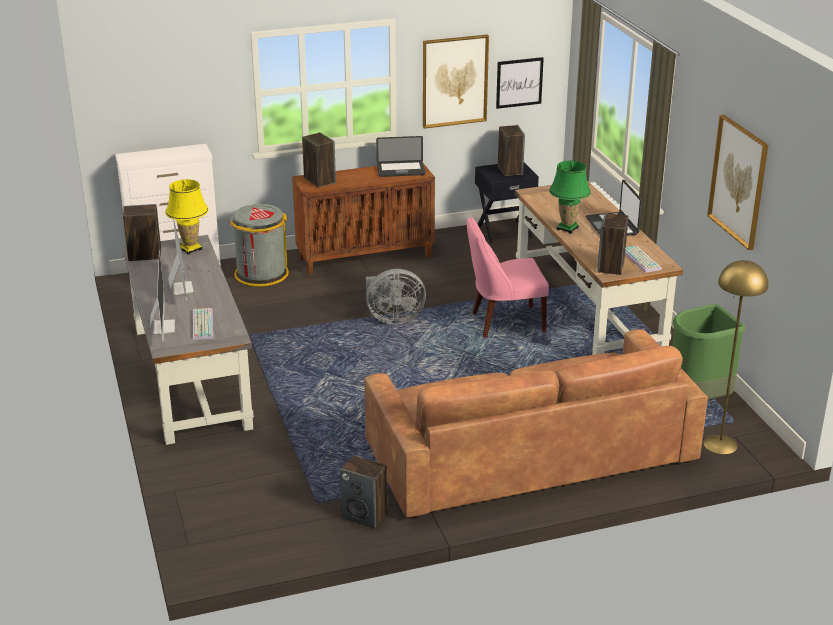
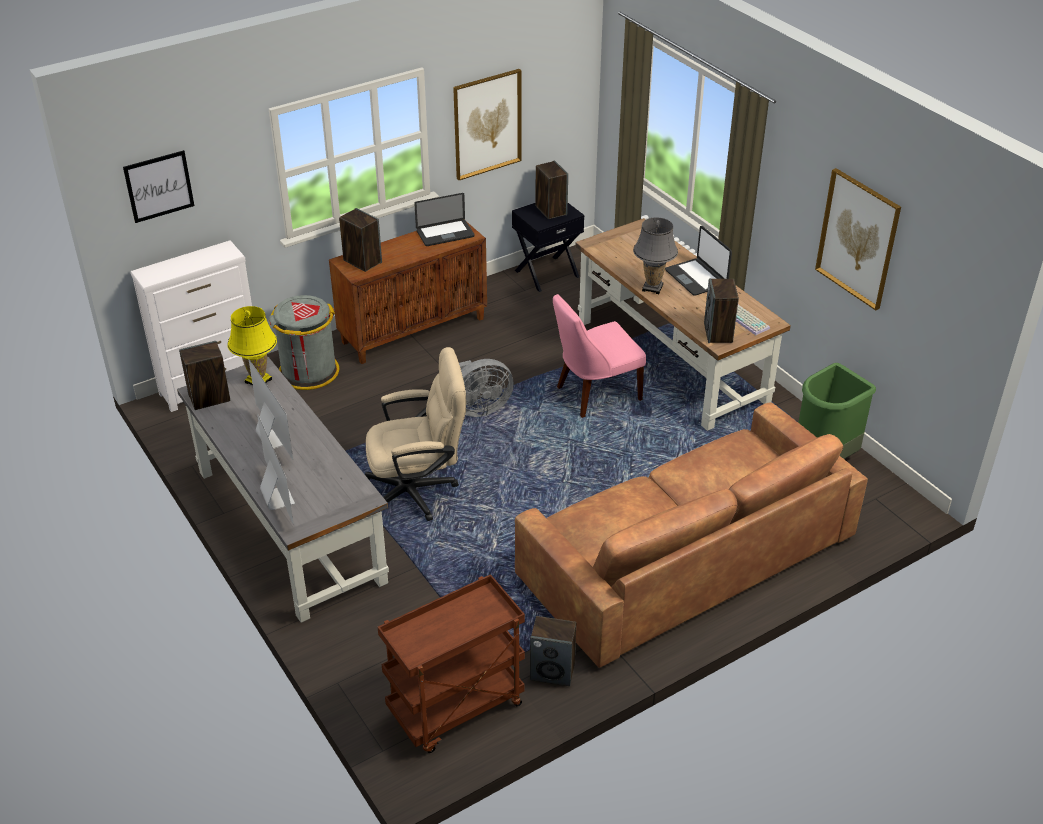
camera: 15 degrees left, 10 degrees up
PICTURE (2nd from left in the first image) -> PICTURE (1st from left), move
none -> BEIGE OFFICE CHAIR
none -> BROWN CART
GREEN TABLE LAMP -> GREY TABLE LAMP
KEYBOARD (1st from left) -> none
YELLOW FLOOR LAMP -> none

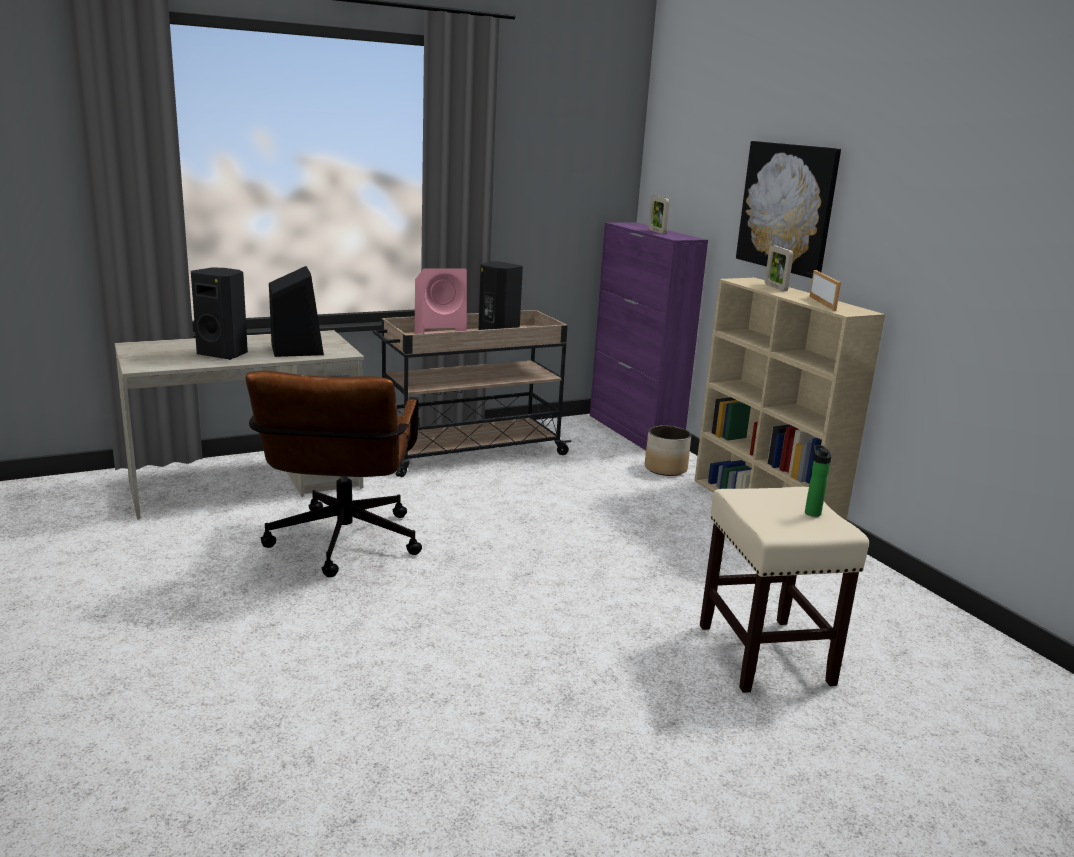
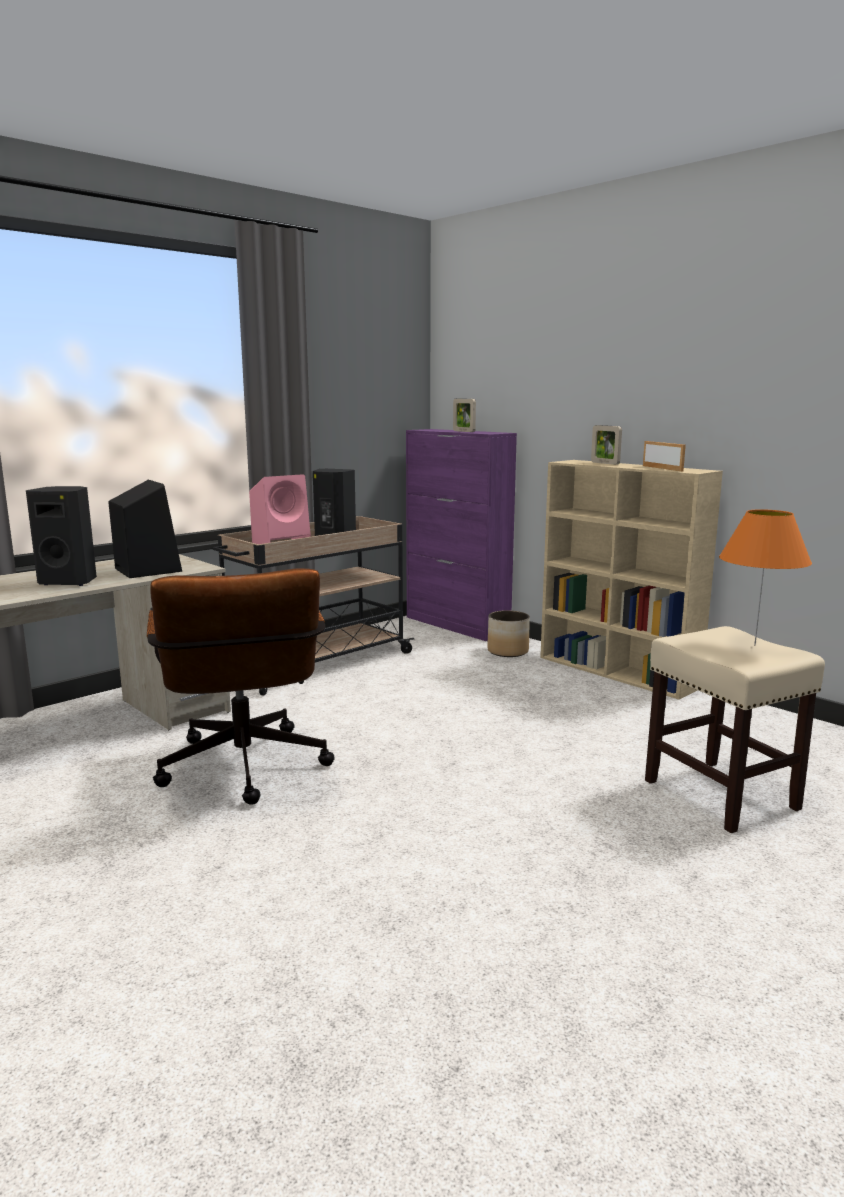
camera: 15 degrees left, 5 degrees down
BOTTLE -> ORANGE TABLE LAMP
PICTURE -> none

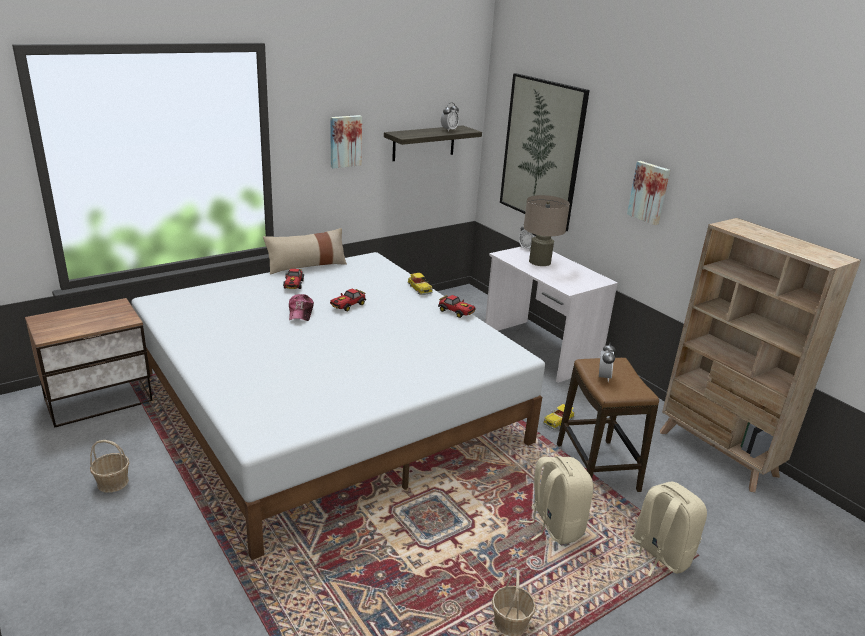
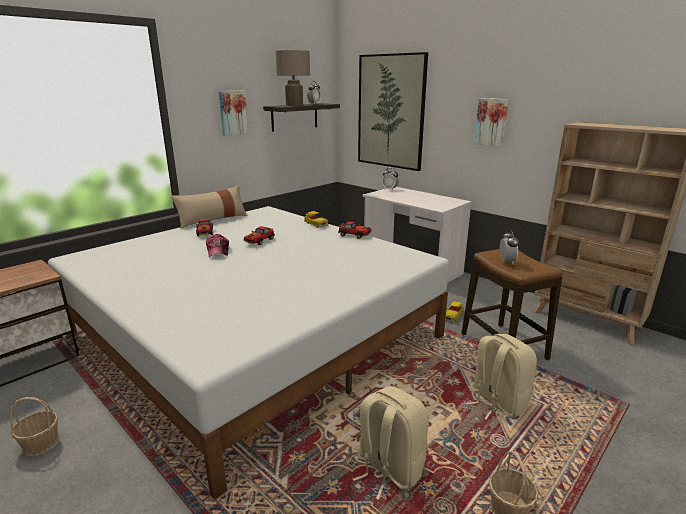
camera: 10 degrees left, 5 degrees down
BEIGE TABLE LAMP, move
BEIGE BACKPACK (2nd from left in the first image) -> BEIGE BACKPACK (1st from left), move

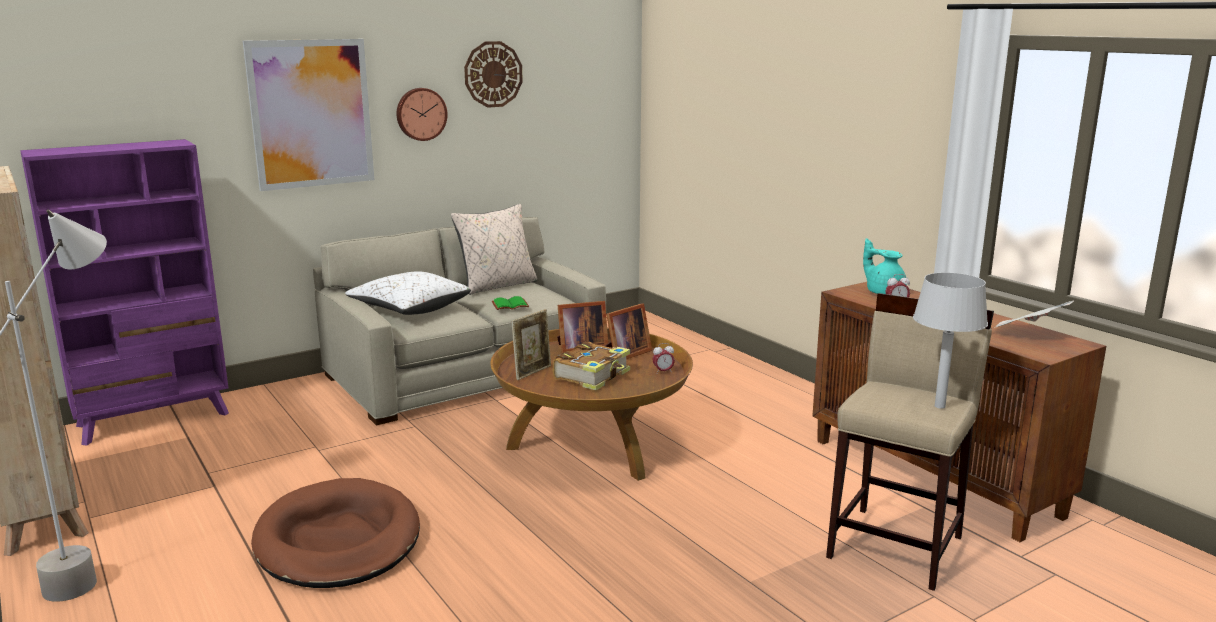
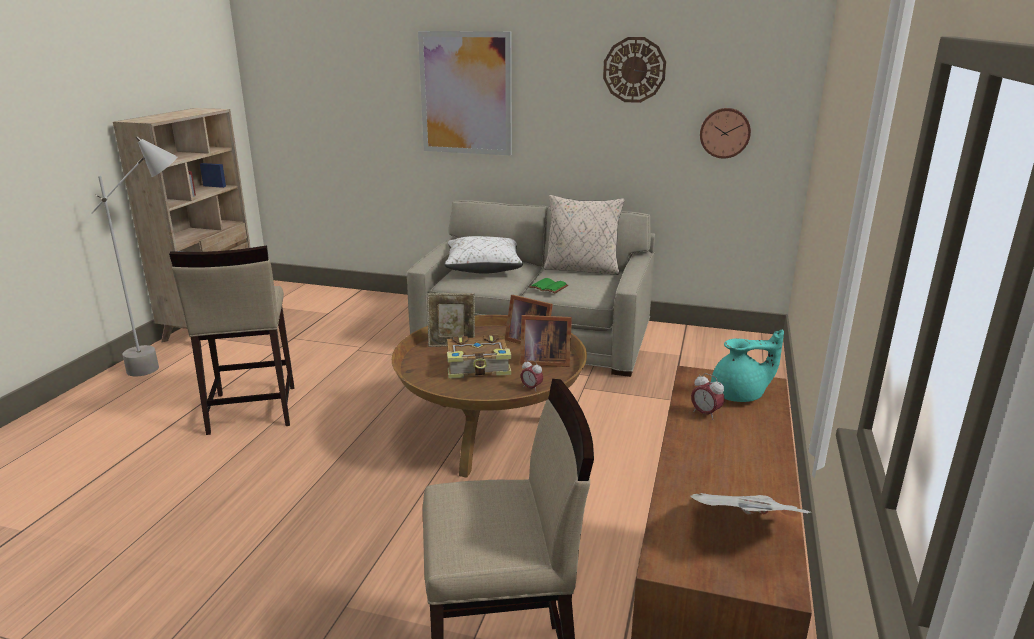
camera: 50 degrees right, 5 degrees up
BROWN DOG BED -> BEIGE STOOL (1st from left)
WALL CLOCK (1st from left in the first image) -> WALL CLOCK (2nd from left), move
TURQUOISE TEAPOT, 75 degrees clockwise
PURPLE BOOKCASE -> none
GREY TABLE LAMP -> none

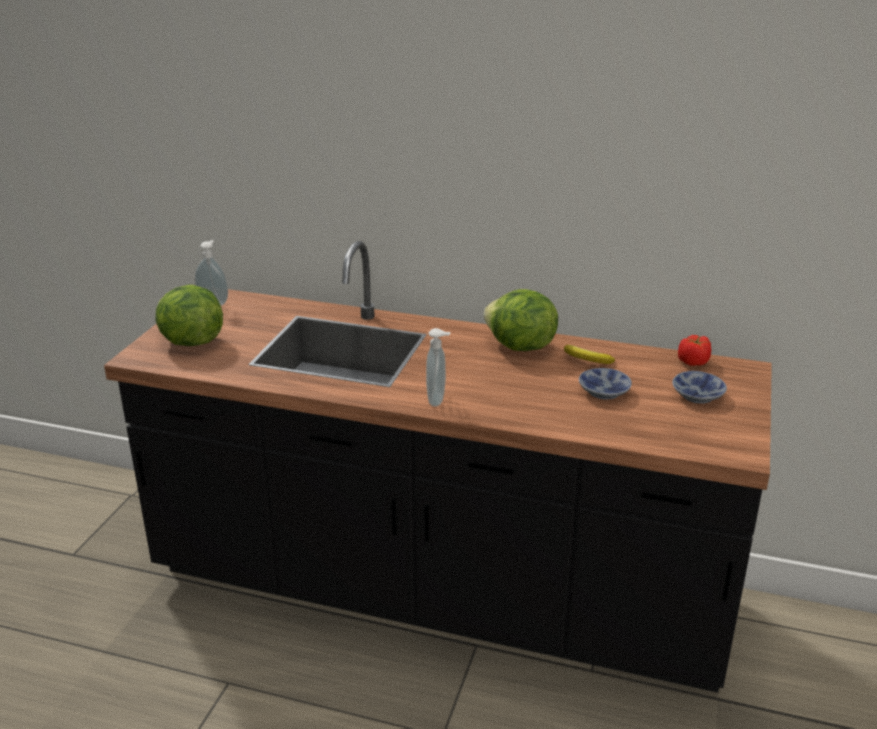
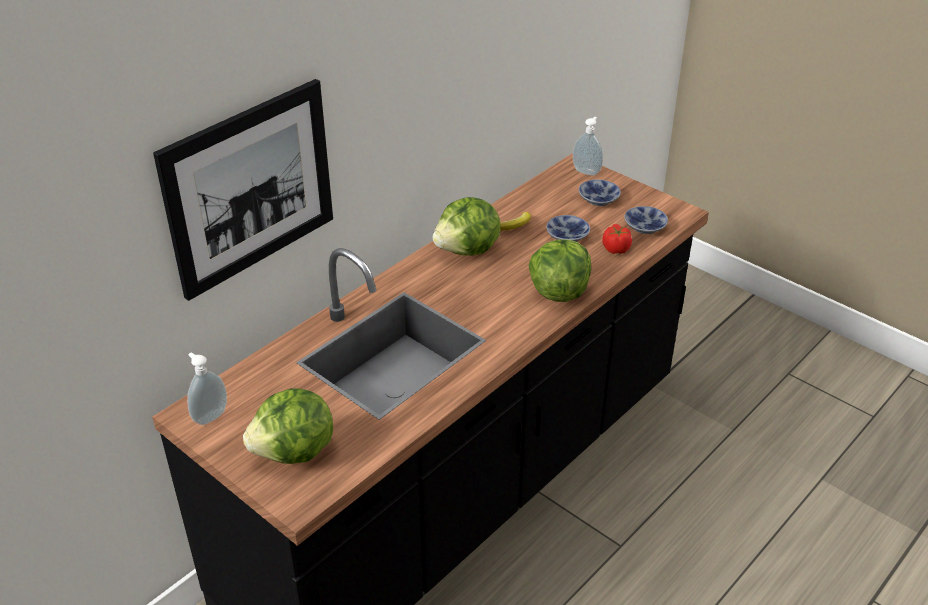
camera: 65 degrees left, 10 degrees up
none -> PICTURE
none -> LETTUCE (3rd from left)
SOAP DISPENSER (2nd from left), move
TOMATO, move
none -> BOWL (3rd from left)

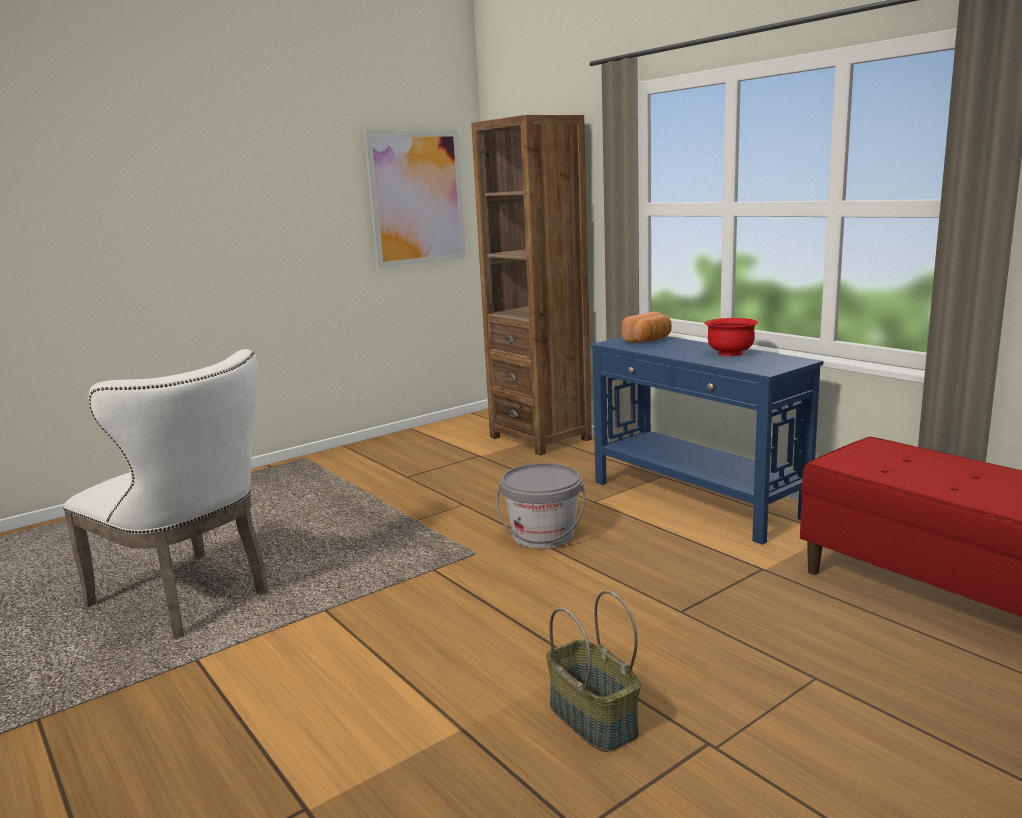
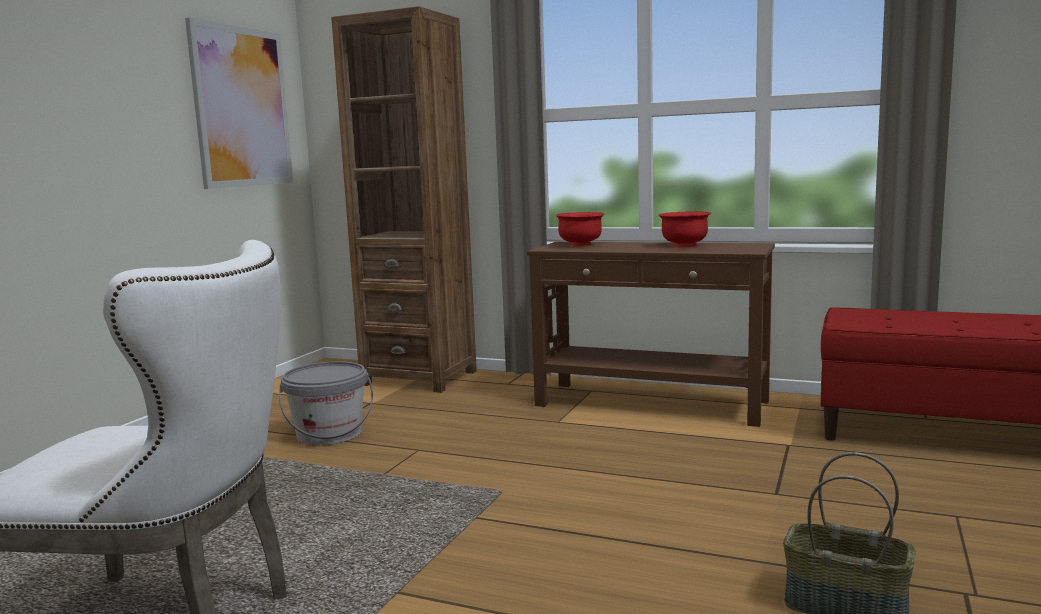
camera: 30 degrees left, 5 degrees down
GREY BUCKET, move
BLUE CONSOLE TABLE -> BROWN CONSOLE TABLE
BREAD -> RED BOWL (1st from left)

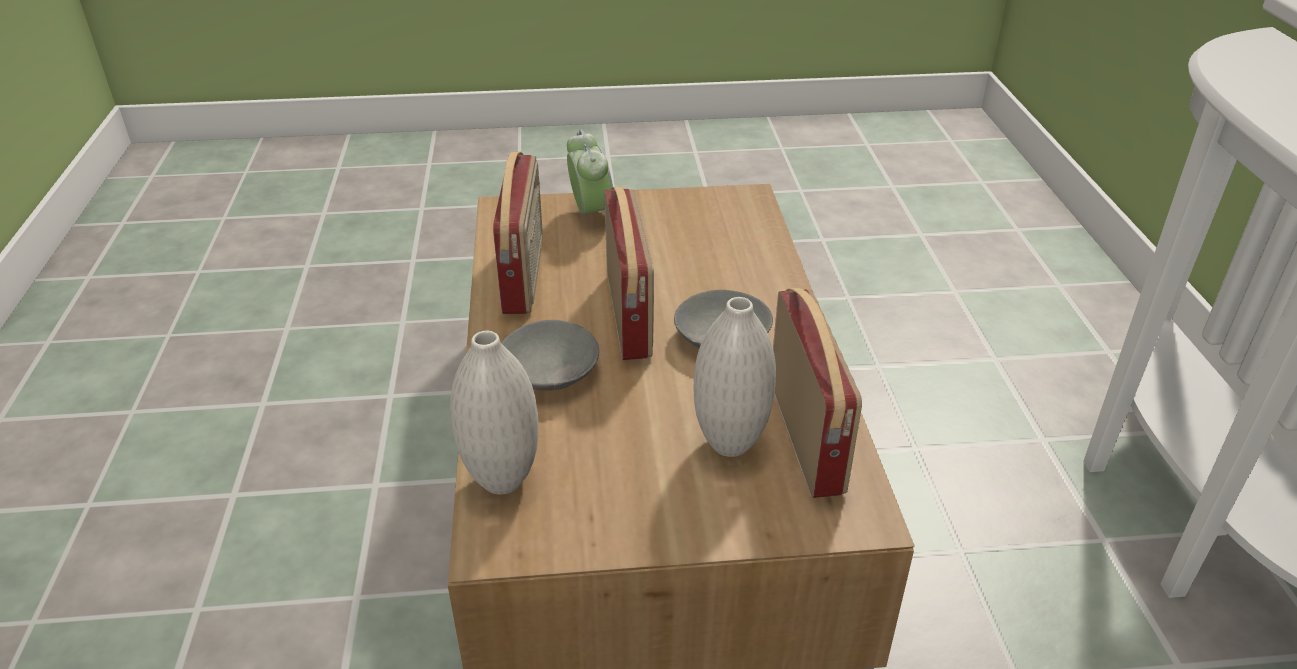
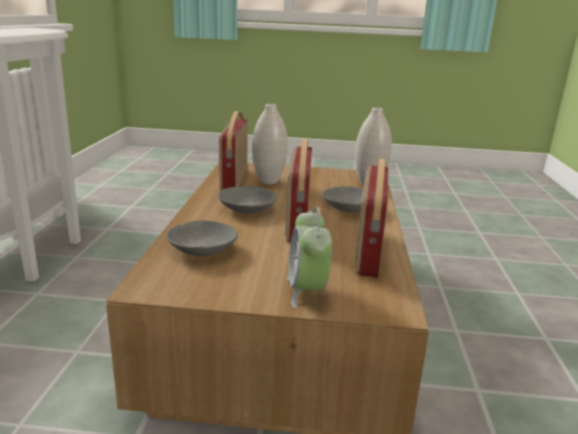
camera: 170 degrees left, 15 degrees down
none -> GREY BOWL (1st from left)

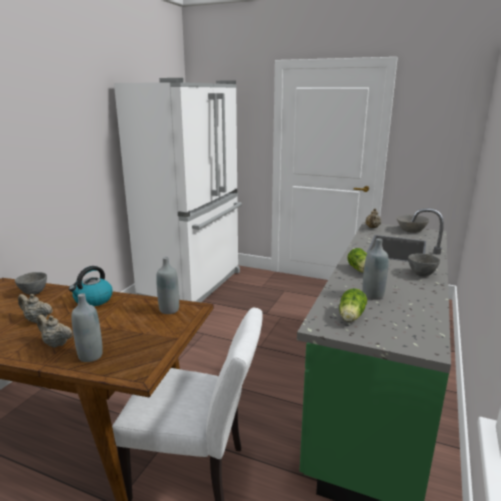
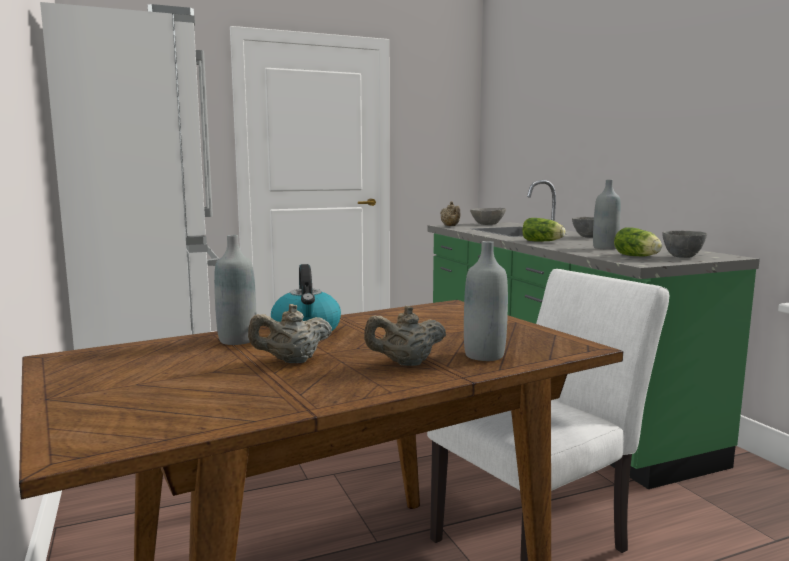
camera: 45 degrees left, 10 degrees down
GREY BOTTLE (2nd from left in the first image) -> GREY BOTTLE (1st from left), move
GREY BOWL (1st from left in the first image) -> GREY BOWL (3rd from left), move

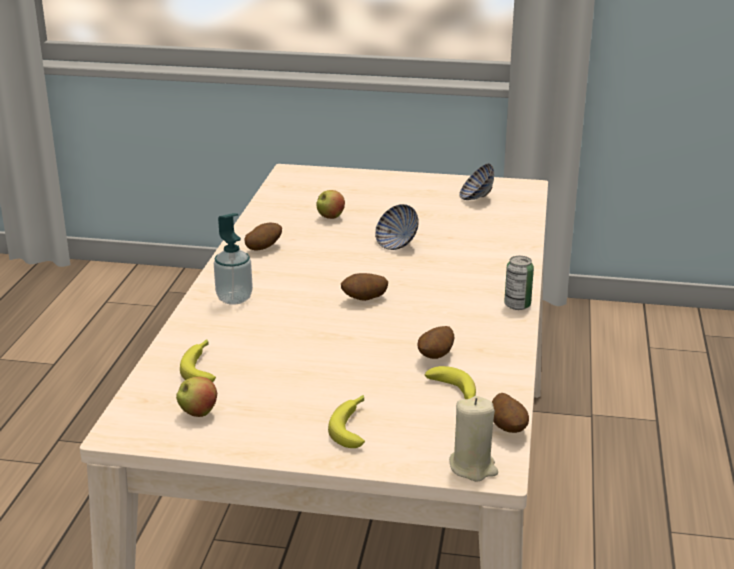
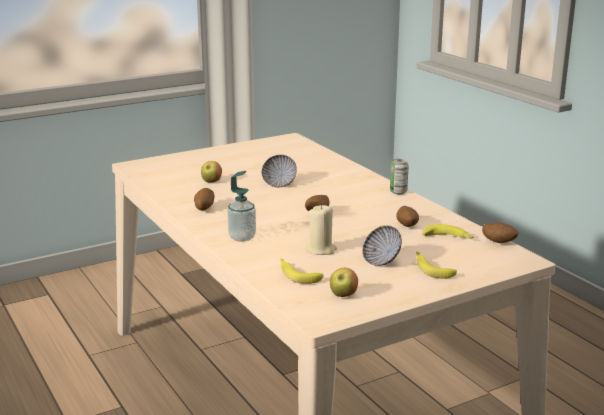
camera: 40 degrees left, 5 degrees down
BEIGE CANDLE, move
BOWL (2nd from left), move

